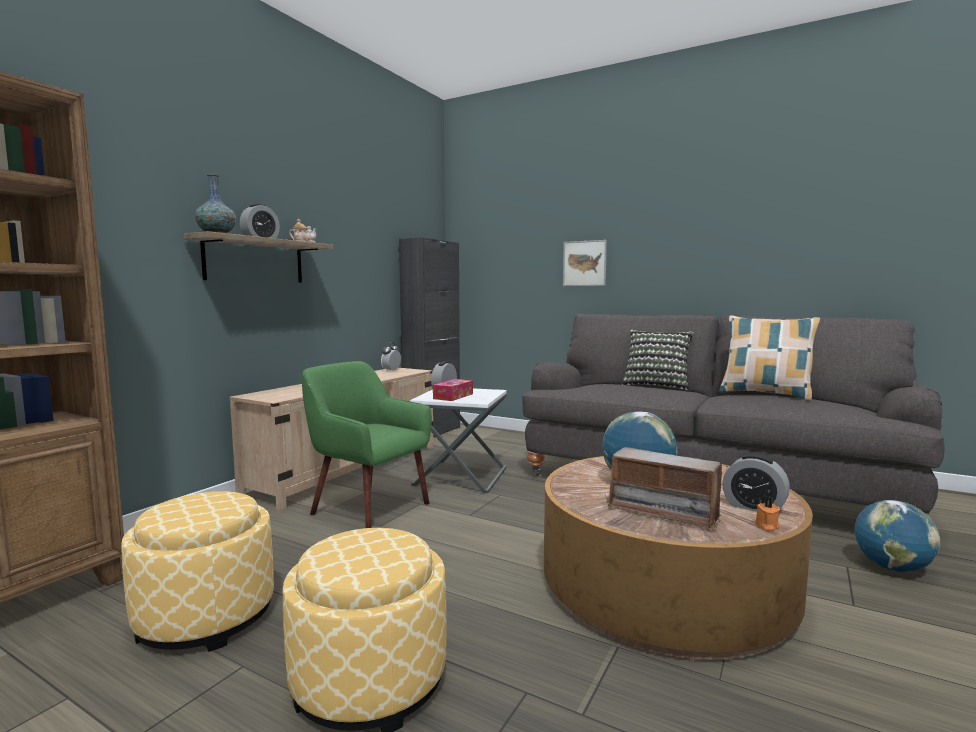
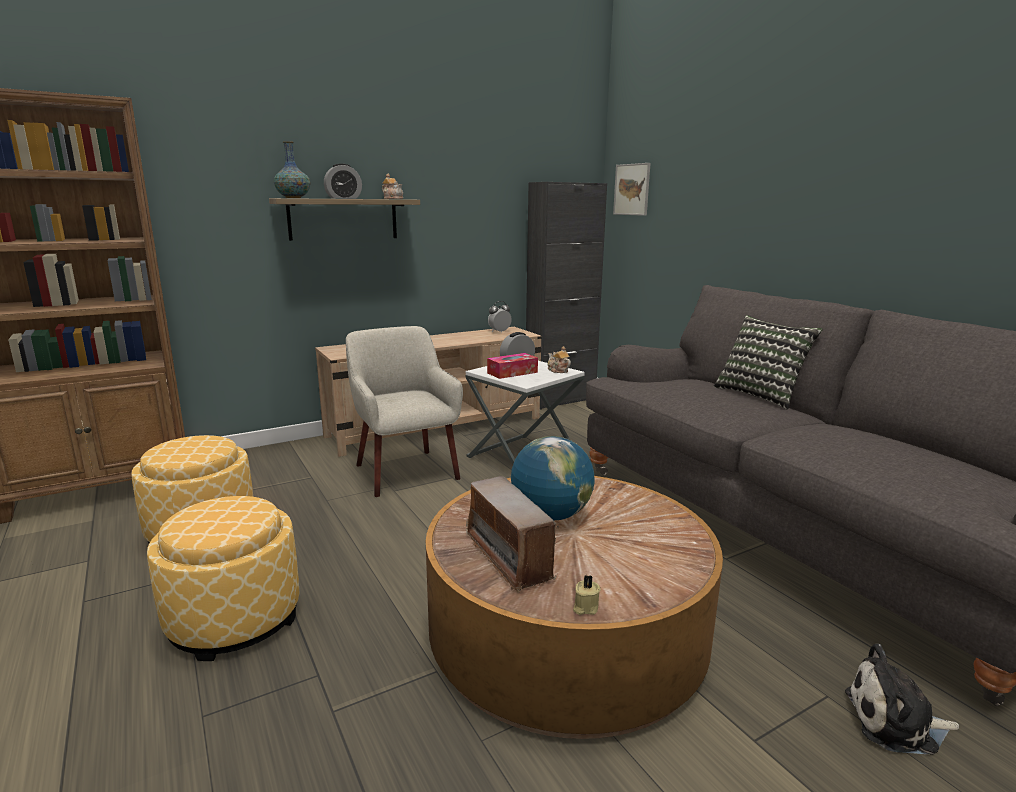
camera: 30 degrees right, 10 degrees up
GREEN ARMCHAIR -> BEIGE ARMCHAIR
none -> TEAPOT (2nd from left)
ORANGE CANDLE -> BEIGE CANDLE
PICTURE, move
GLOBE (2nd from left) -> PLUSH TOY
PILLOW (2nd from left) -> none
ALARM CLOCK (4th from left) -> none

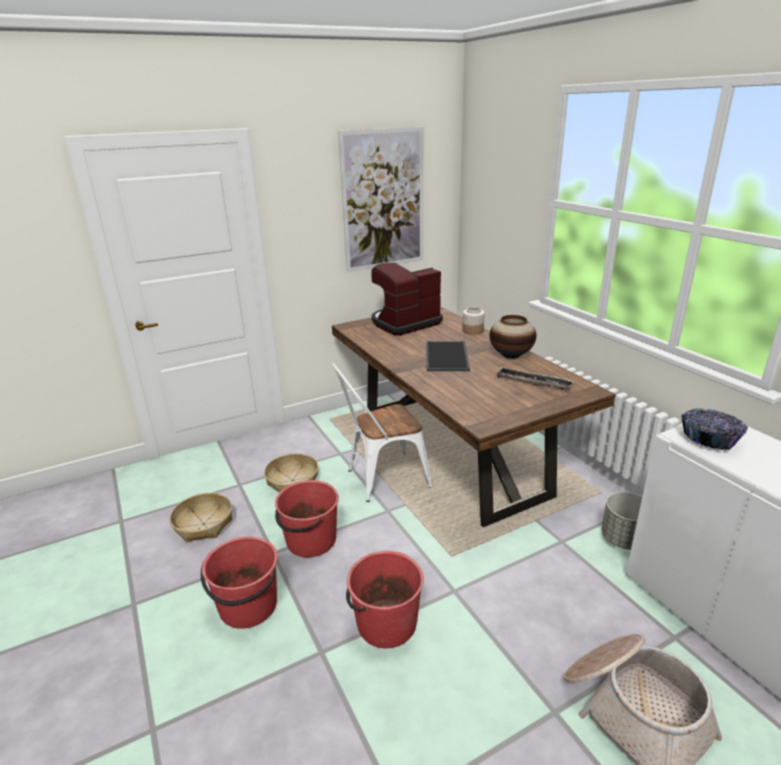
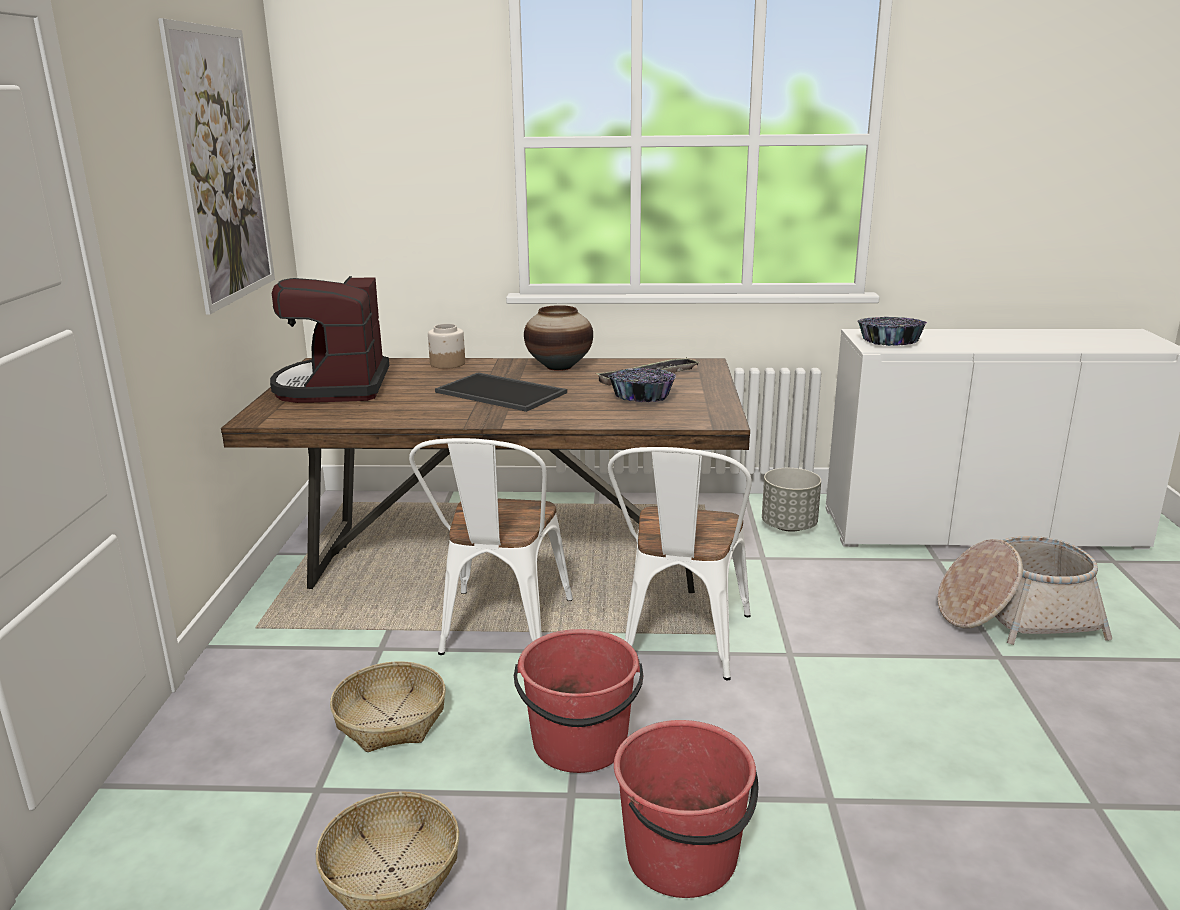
camera: 60 degrees left, 5 degrees down
none -> BOWL (1st from left)
none -> WHITE CHAIR (2nd from left)
RED BUCKET (3rd from left) -> none

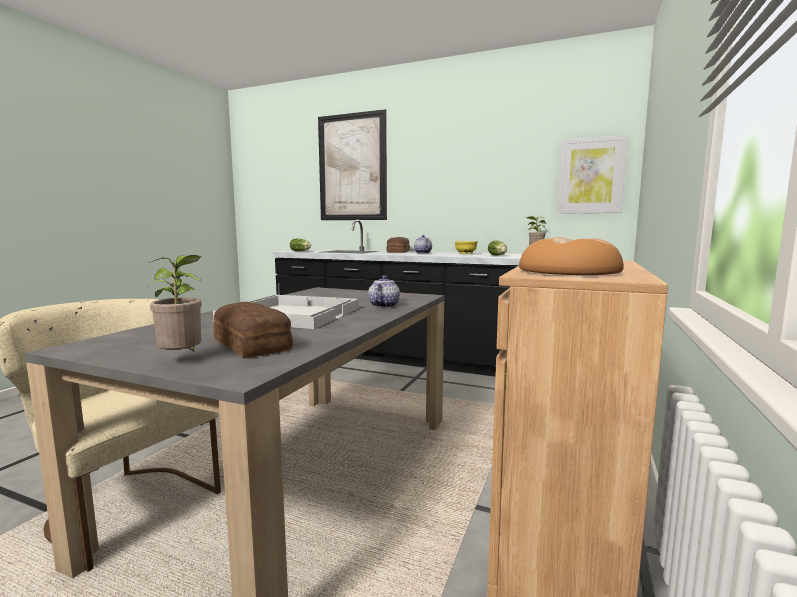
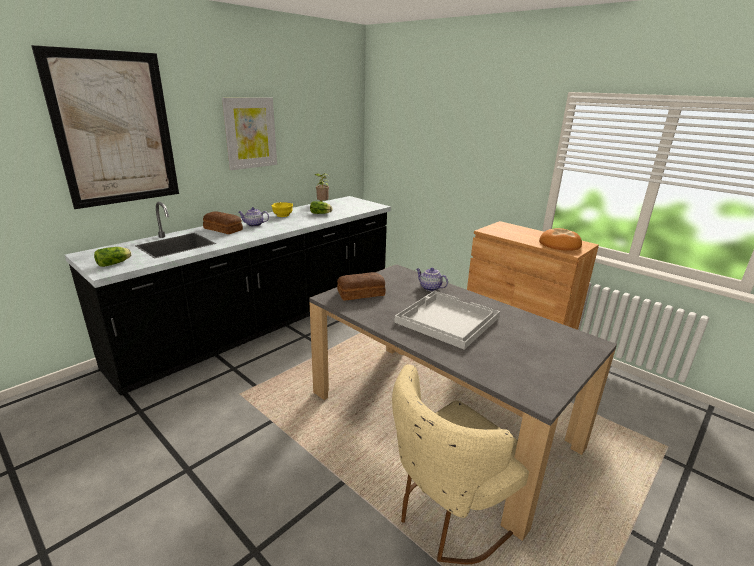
camera: 70 degrees left, 15 degrees up
PICTURE (2nd from left), move
BREAD (1st from left in the first image) -> BREAD (2nd from left), move
POTTED PLANT (1st from left) -> none

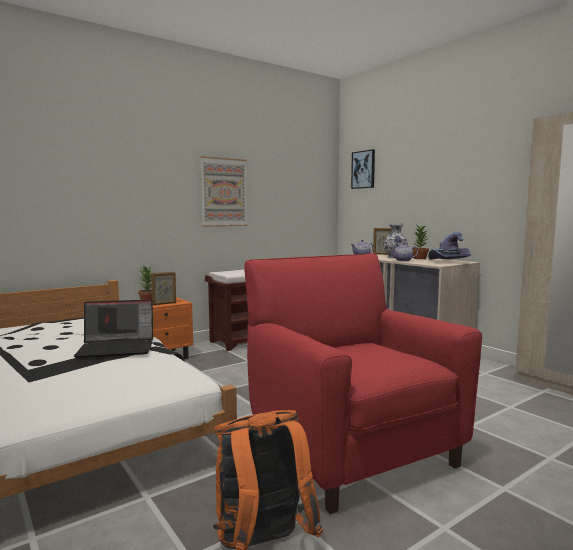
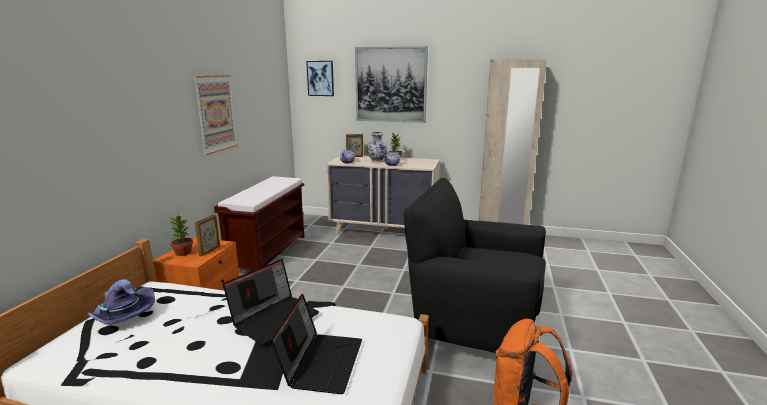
camera: 40 degrees left, 10 degrees up
PURPLE HAT, move
none -> LAPTOP (2nd from left)
none -> PICTURE (3rd from left)
RED ARMCHAIR -> BLACK ARMCHAIR

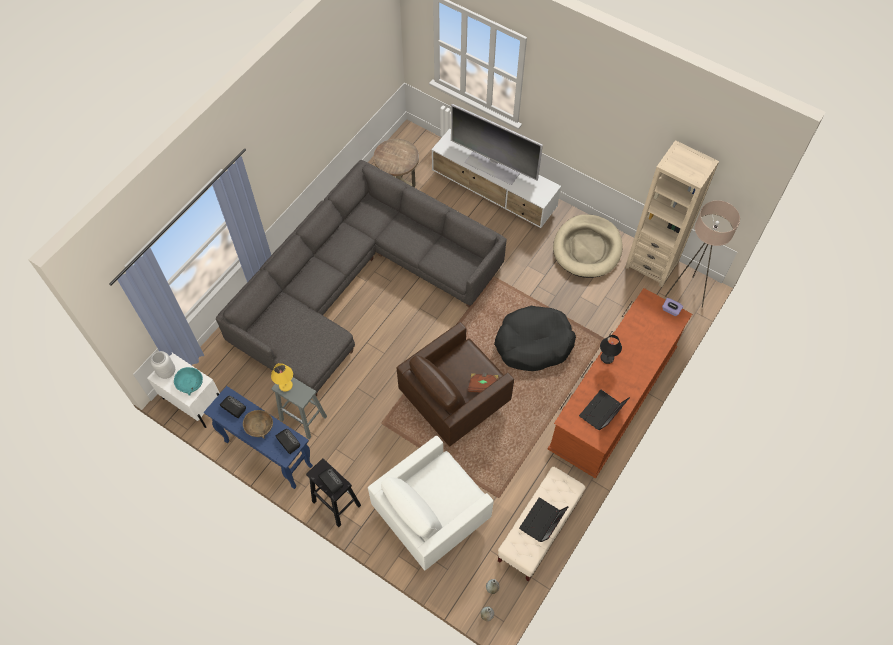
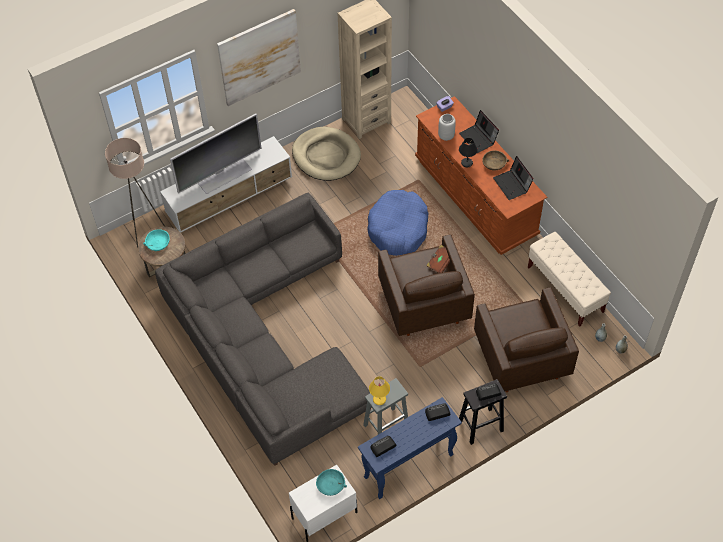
camera: 65 degrees left, 5 degrees down
BEIGE FLOOR LAMP, move
none -> TURQUOISE BOWL (1st from left)
none -> PICTURE
BLACK DOG BED -> BLUE DOG BED
GREY VASE (1st from left), move
LAPTOP (1st from left), move
WHITE ARMCHAIR -> BROWN ARMCHAIR (2nd from left)
BROWN BOWL, move

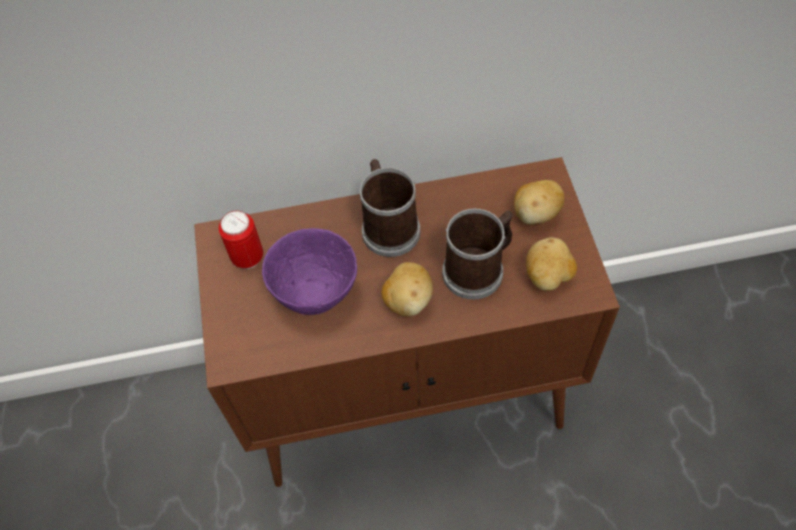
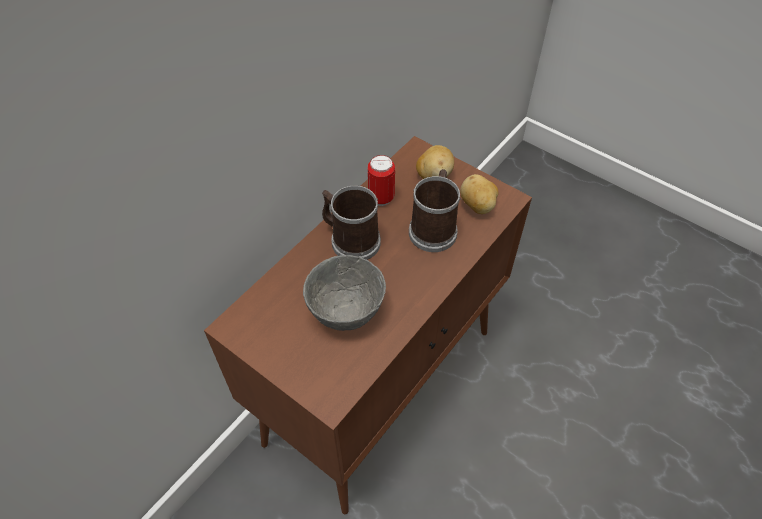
camera: 45 degrees left, 5 degrees down
PURPLE BOWL -> GREY BOWL
CAN, move
POTATO (1st from left) -> none

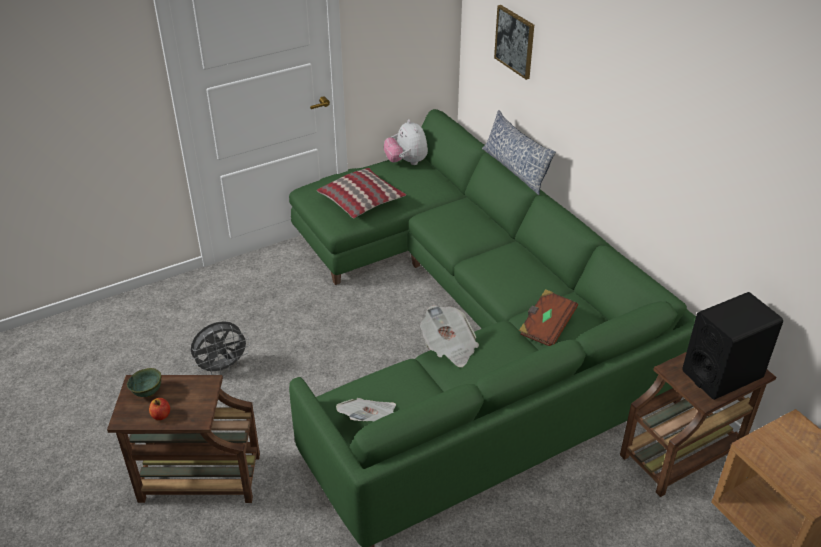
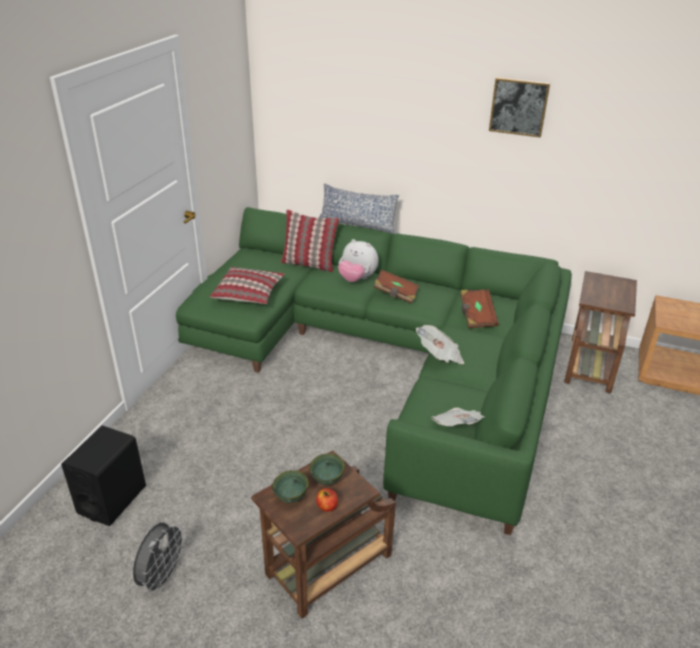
camera: 40 degrees left, 5 degrees down
BLACK SPEAKER, move
GREY FAN, move
none -> PILLOW (2nd from left)
none -> GREEN BOWL (2nd from left)
PLUSH TOY, move
none -> BROWN BOOK (1st from left)
PICTURE, move

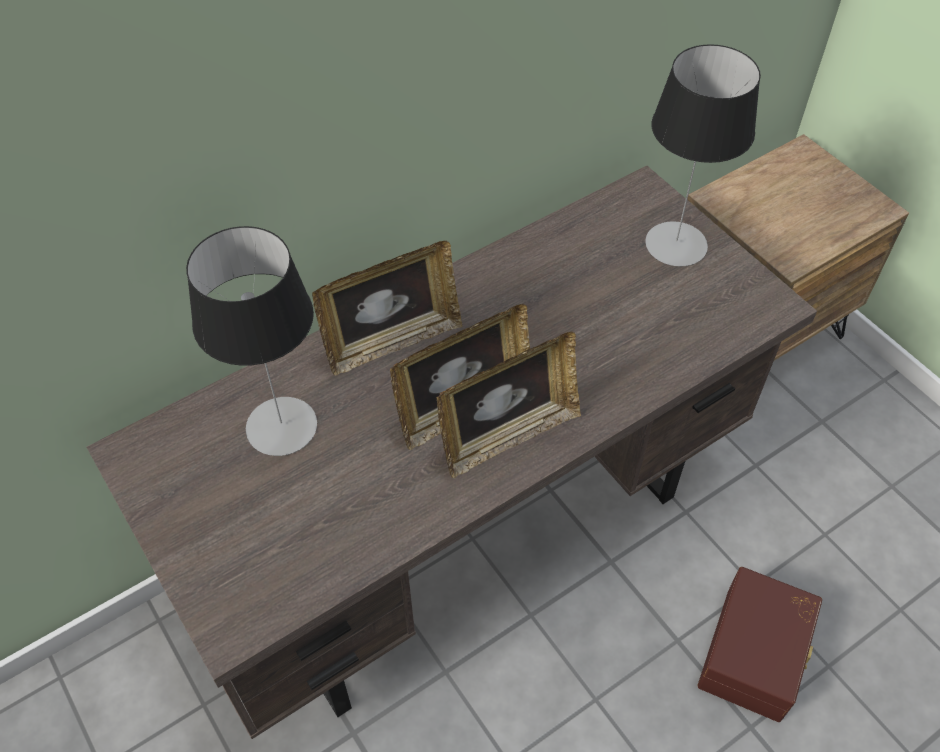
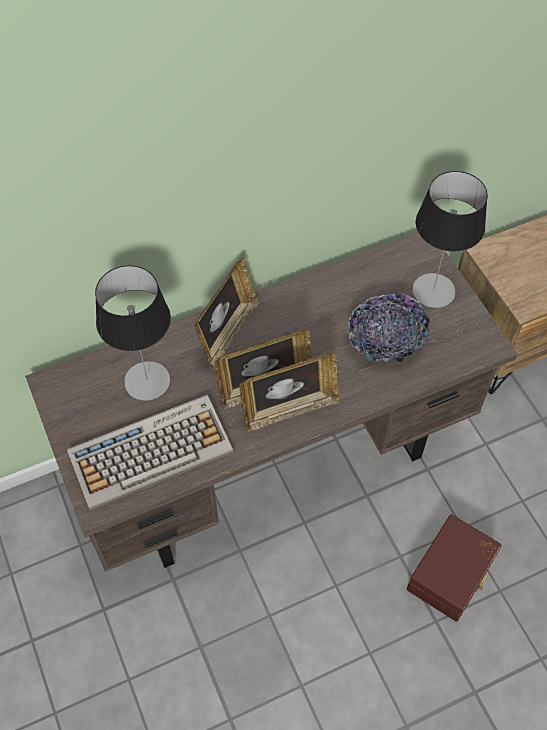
camera: 10 degrees right, 5 degrees up
none -> KEYBOARD
PICTURE FRAME (1st from left), 45 degrees counterclockwise
none -> BOWL

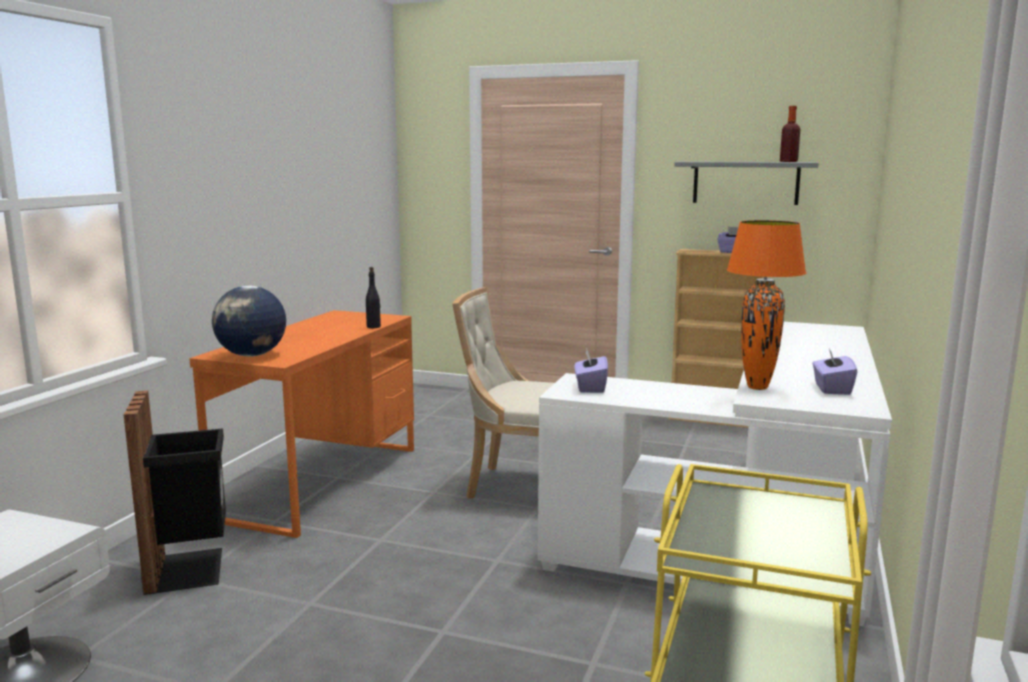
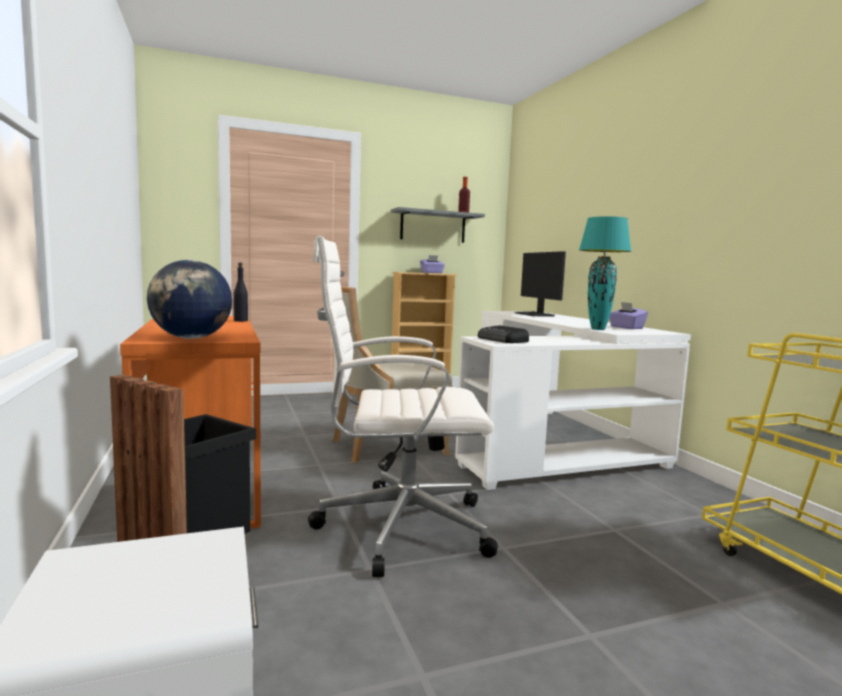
camera: 40 degrees left, 5 degrees down
none -> WHITE OFFICE CHAIR
PURPLE TISSUE BOX (1st from left) -> RADIO
none -> MONITOR
ORANGE TABLE LAMP -> TURQUOISE TABLE LAMP

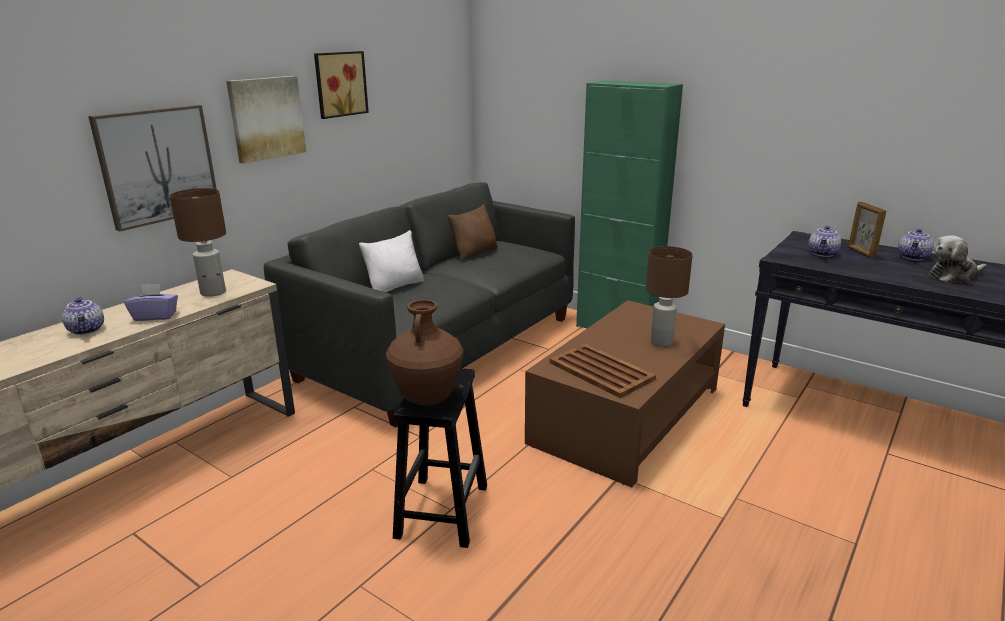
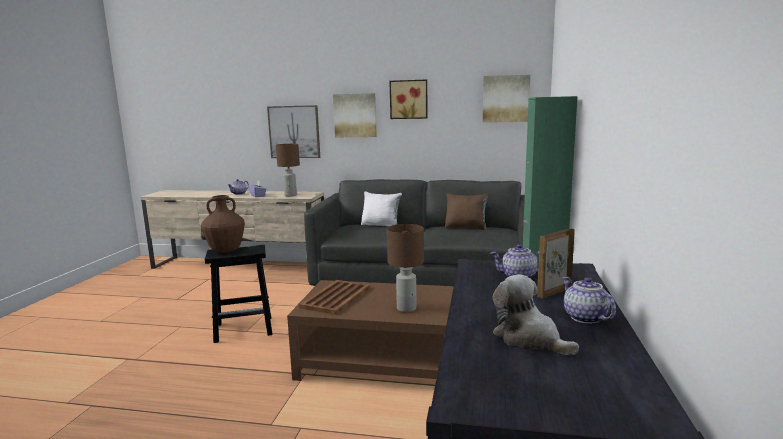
camera: 65 degrees right, 10 degrees down
none -> PICTURE (4th from left)
TEAPOT (3rd from left), 60 degrees clockwise

